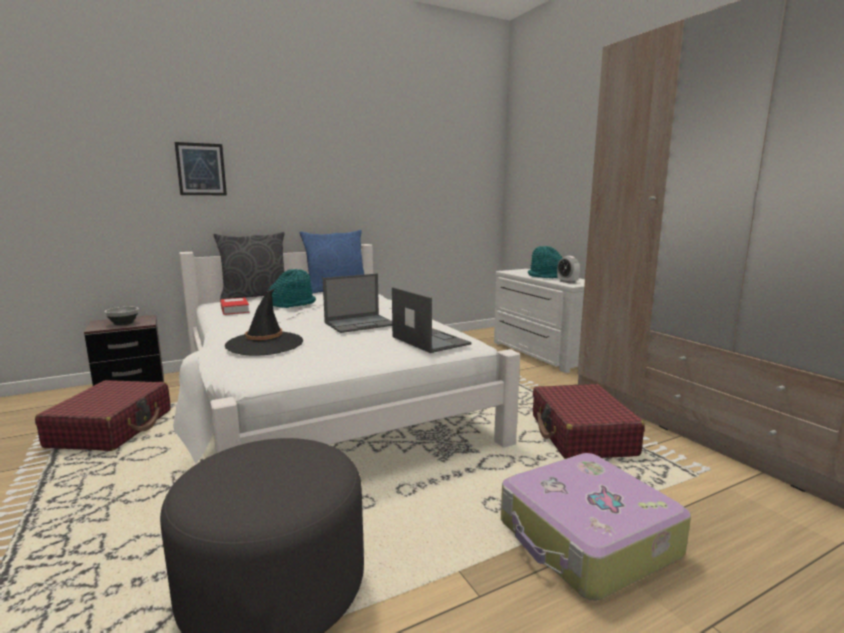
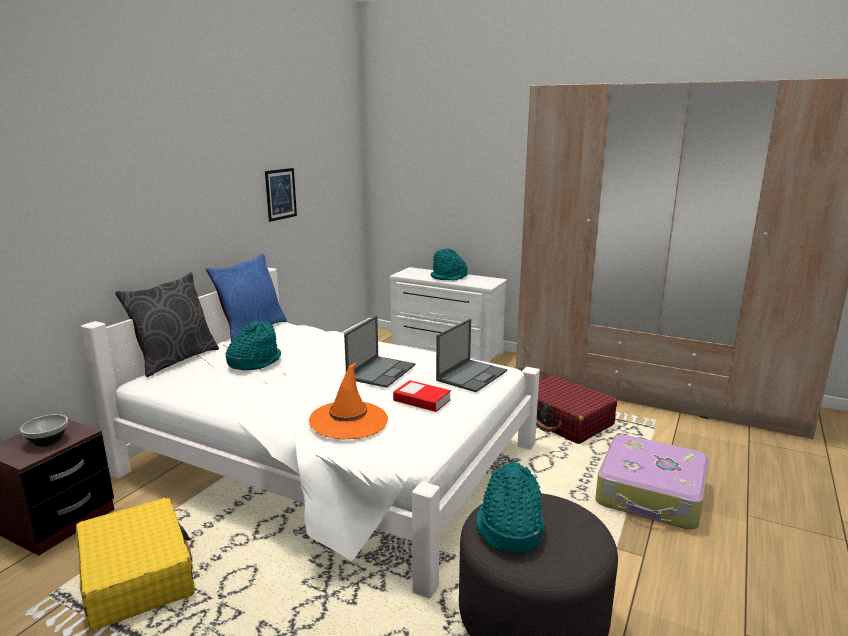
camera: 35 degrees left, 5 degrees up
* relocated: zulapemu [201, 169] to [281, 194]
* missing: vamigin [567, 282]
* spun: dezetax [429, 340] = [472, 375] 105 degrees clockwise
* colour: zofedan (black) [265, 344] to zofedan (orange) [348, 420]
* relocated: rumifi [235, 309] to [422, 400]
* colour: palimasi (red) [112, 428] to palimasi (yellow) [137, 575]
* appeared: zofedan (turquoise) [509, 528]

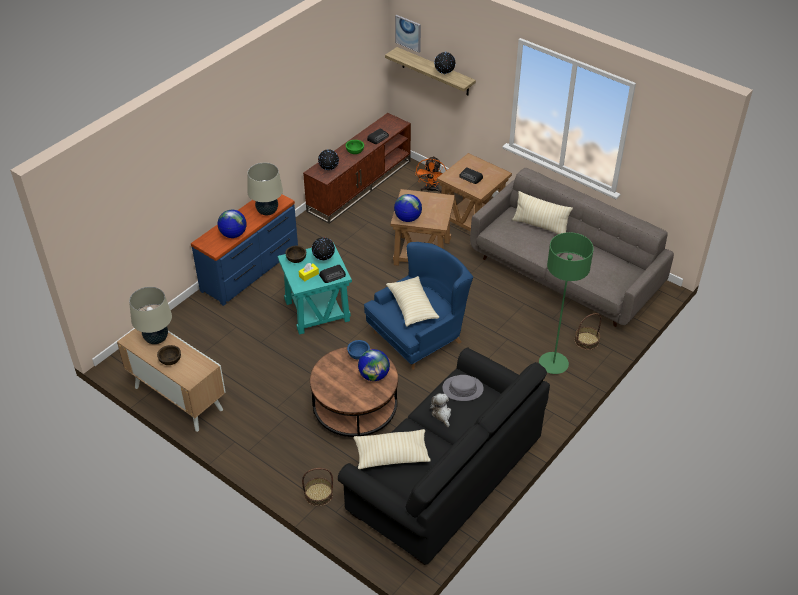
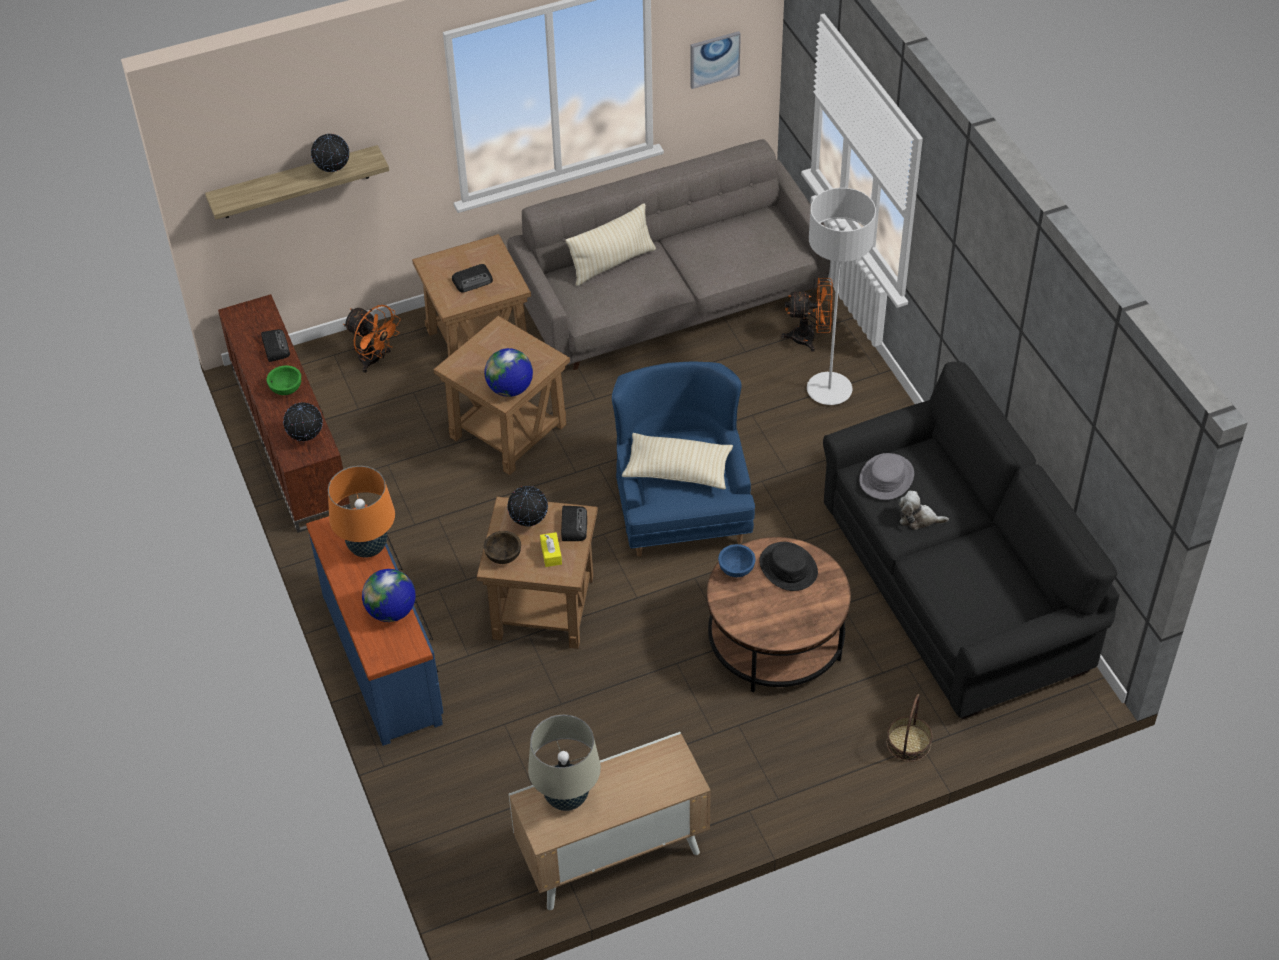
camera: 60 degrees left, 5 degrees up
* relocated: zulapemu [408, 33] to [714, 59]
* colour: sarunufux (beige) [267, 211] to sarunufux (orange) [368, 547]
* colour: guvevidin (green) [553, 364] to guvevidin (grey) [829, 390]
* colour: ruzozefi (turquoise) [317, 310] to ruzozefi (brown) [542, 606]
* exchanged: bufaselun [586, 341] to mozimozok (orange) [810, 338]
* missing: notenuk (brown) [170, 360]
* exchanged: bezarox [374, 375] to zofedan (black) [788, 567]
* missing: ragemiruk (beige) [391, 455]

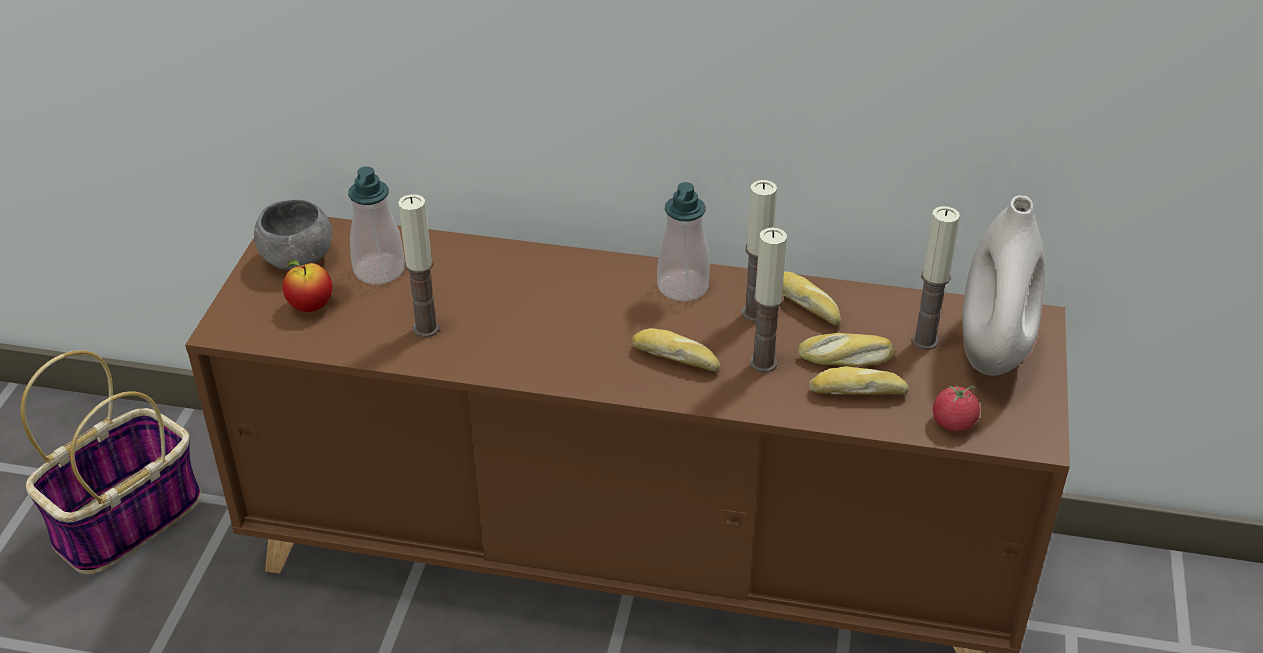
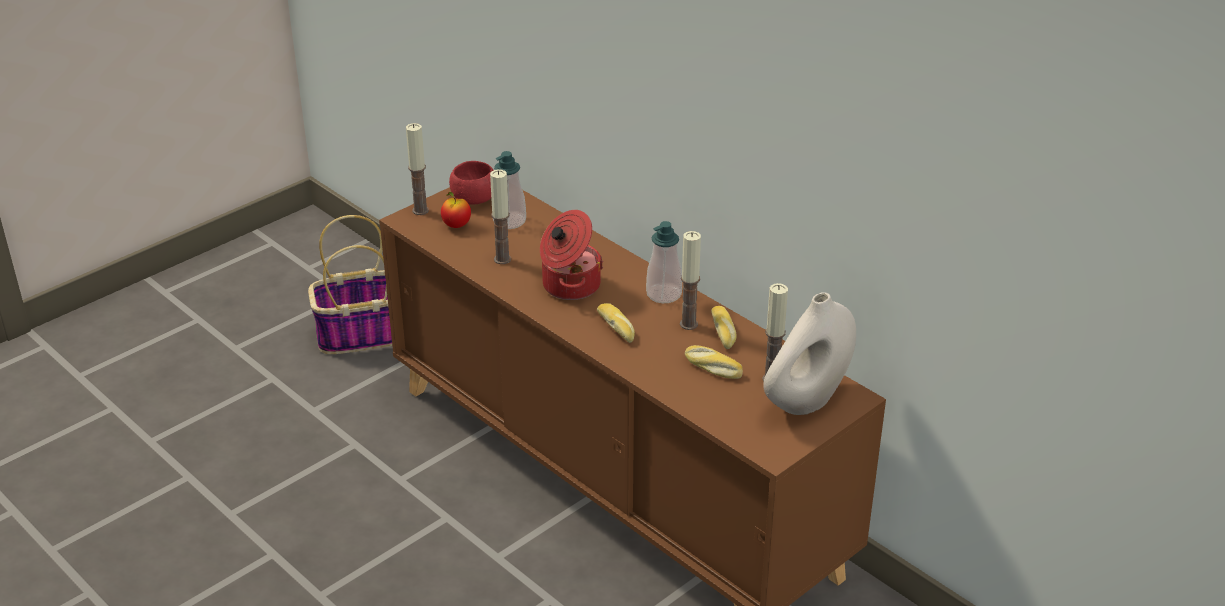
camera: 35 degrees right, 5 degrees down
* colour: notenuk (grey) [297, 258] to notenuk (red) [474, 199]
* relocated: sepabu [763, 363] to [420, 210]
* missing: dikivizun [857, 391]
* missing: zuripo [953, 423]
* appeared: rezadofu [569, 285]

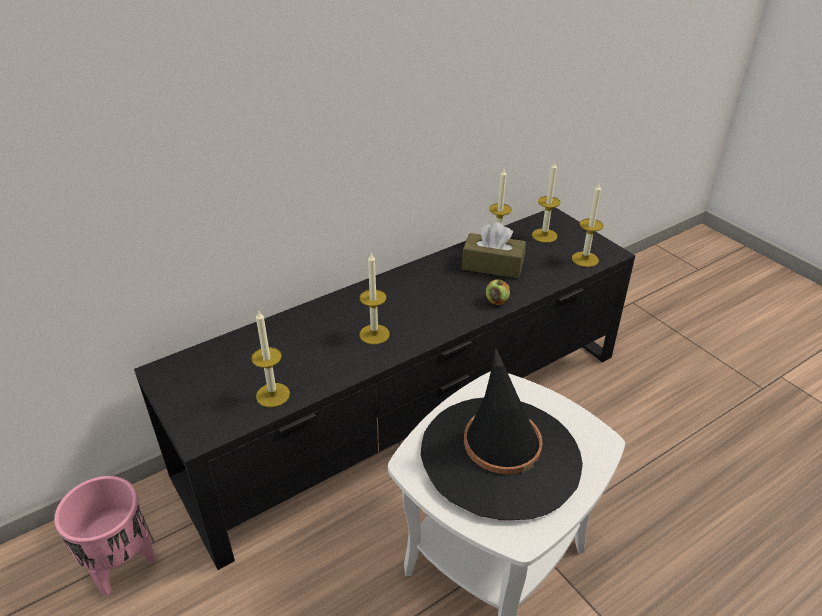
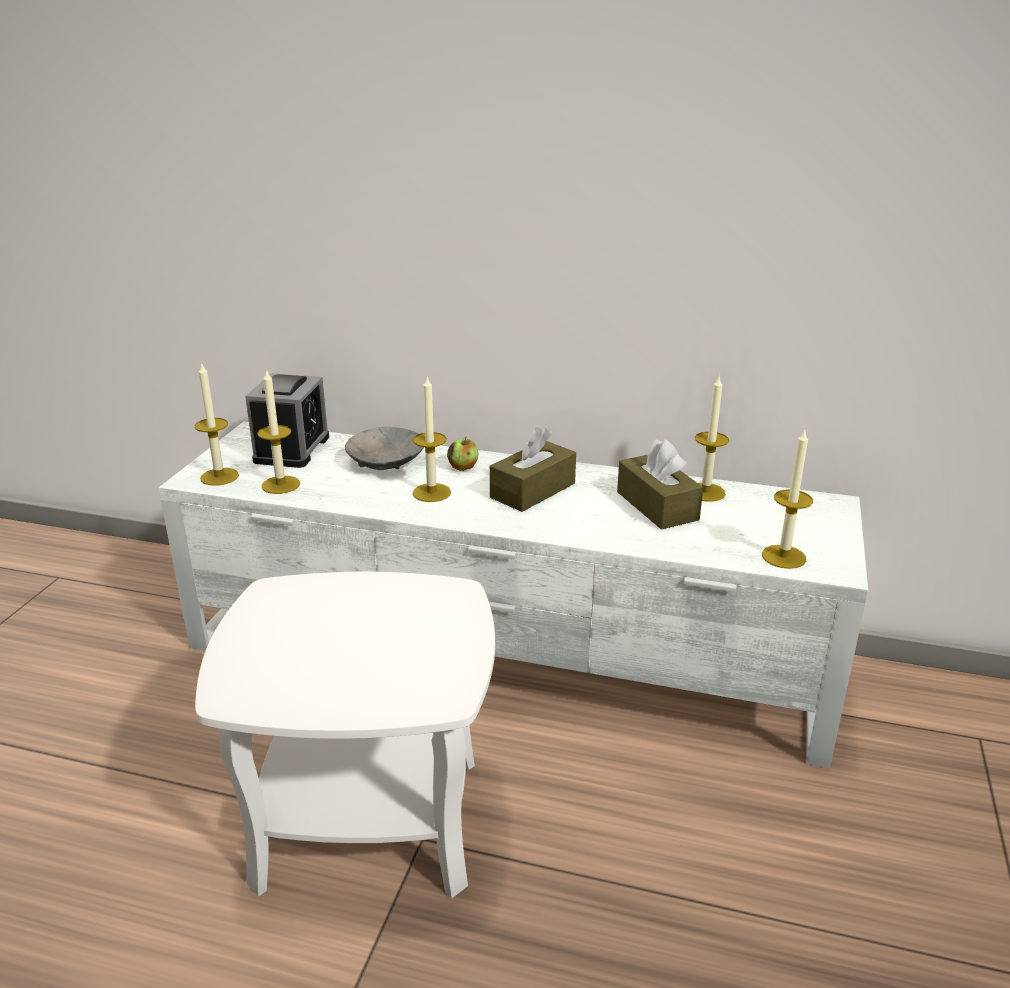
camera: 50 degrees right, 10 degrees down
* relocated: sepabu [544, 235] to [219, 476]
* colour: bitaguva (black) [412, 411] to bitaguva (white) [508, 654]
* relocated: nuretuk [496, 301] to [463, 467]
* missing: zofedan (black) [500, 456]
* missing: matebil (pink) [122, 565]
* appeared: vamigin [292, 449]
* appeared: notenuk (grey) [385, 461]
* appeared: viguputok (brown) [533, 490]

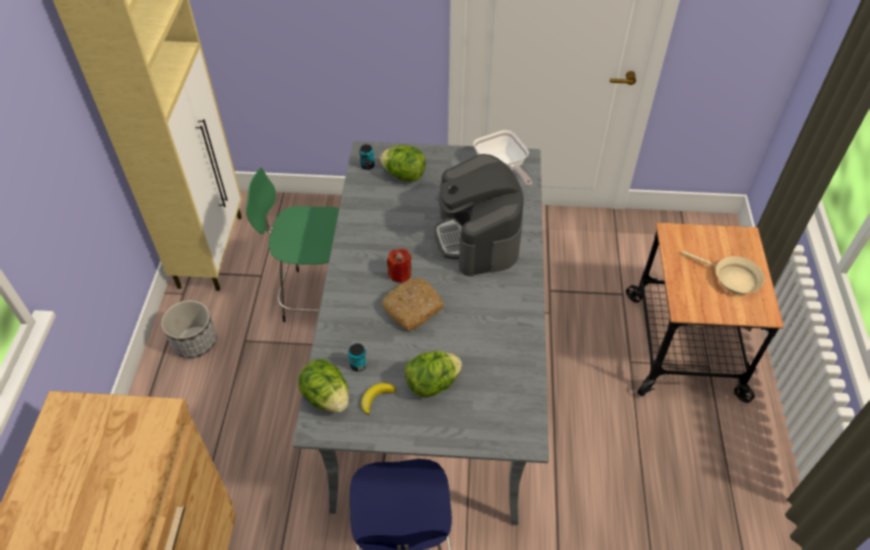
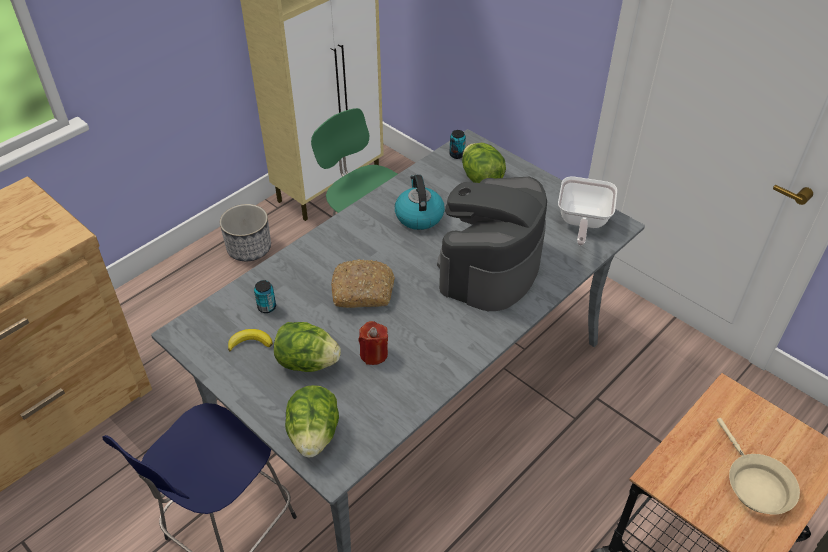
camera: 40 degrees right, 5 degrees down
* relocated: sepabu (red) [400, 274] to [374, 354]
* relocated: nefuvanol [326, 397] to [314, 434]
* appeared: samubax [419, 216]

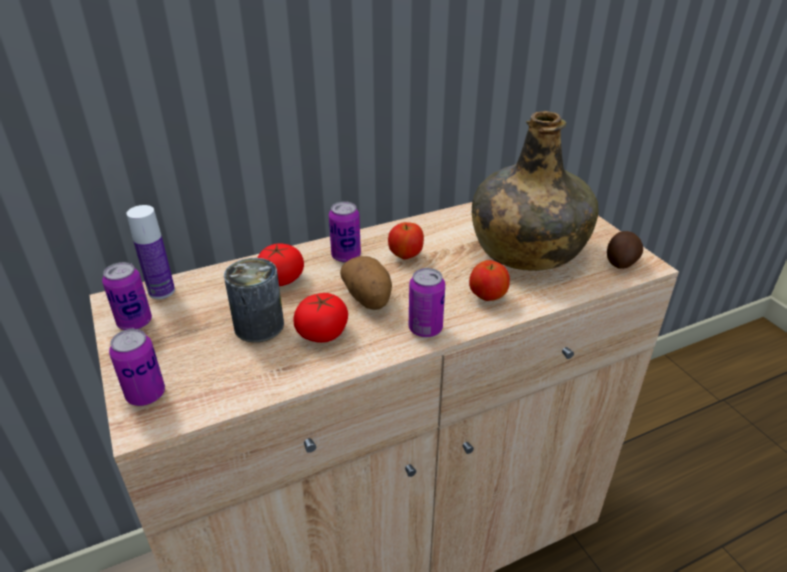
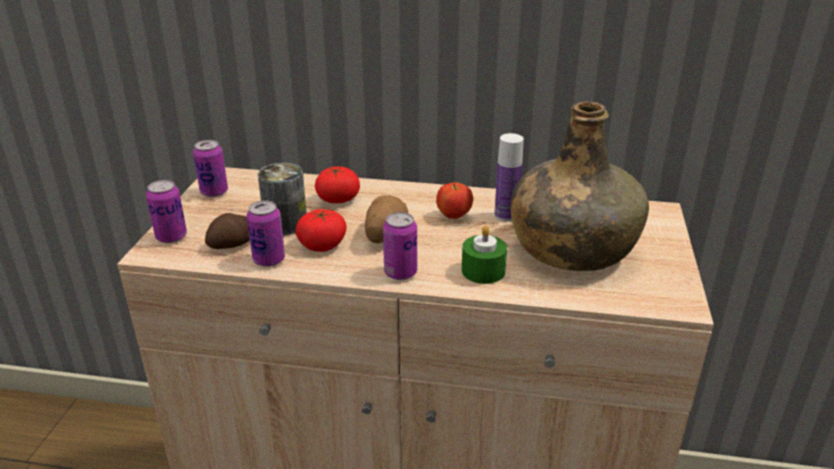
camera: 35 degrees right, 5 degrees down
* relocated: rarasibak [346, 256] to [269, 260]
* relocated: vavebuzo [161, 291] to [506, 215]
* relocated: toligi [621, 260] to [233, 244]
* exchanged: nuretuk [487, 297] to sepabu (green) [483, 271]

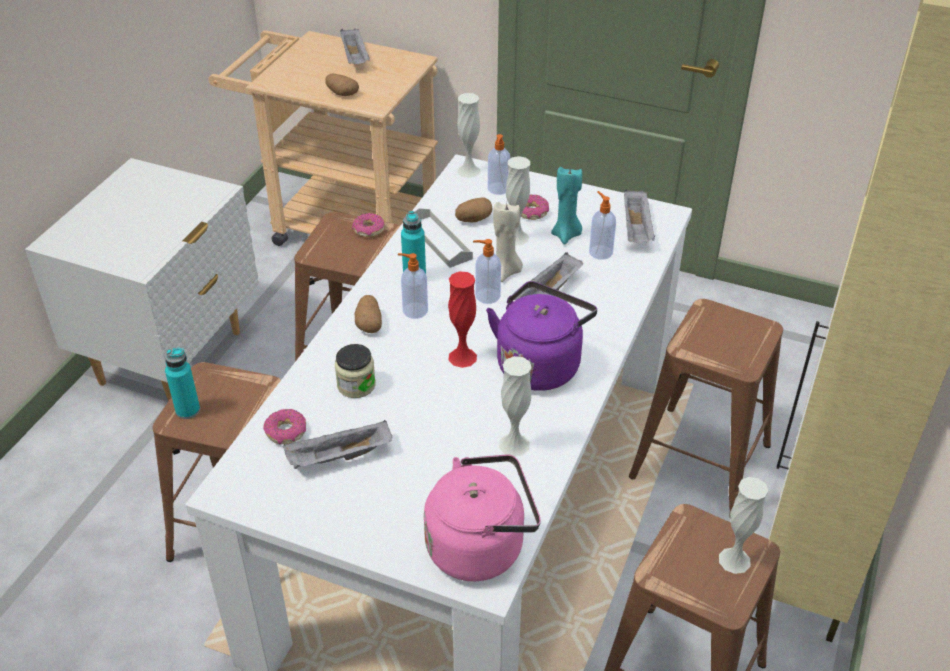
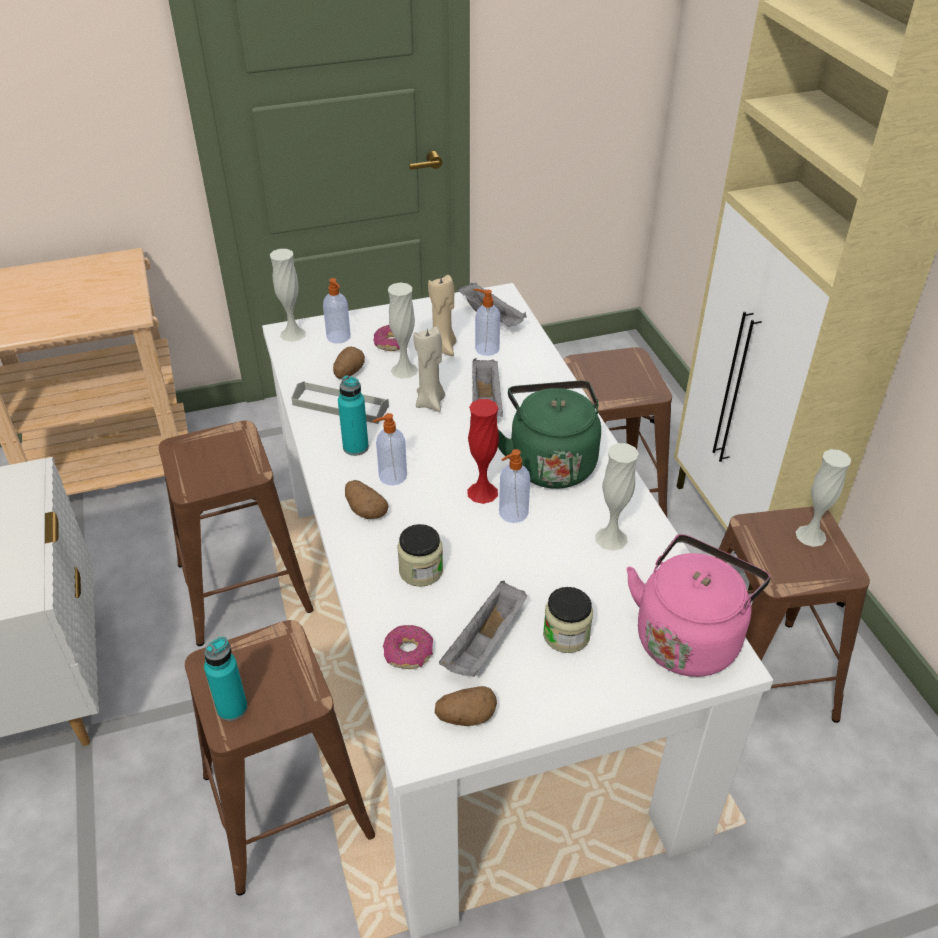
camera: 40 degrees left, 0 degrees up
* missing: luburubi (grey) [355, 58]
* relocated: toligi [341, 93] to [466, 716]
* colour: sepabu (turquoise) [566, 235] to sepabu (beige) [443, 348]
* missing: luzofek [368, 230]
* relocated: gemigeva [486, 296] to [512, 513]
* colour: samubax (purple) [540, 364] to samubax (green) [550, 462]
* appeared: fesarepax [566, 635]

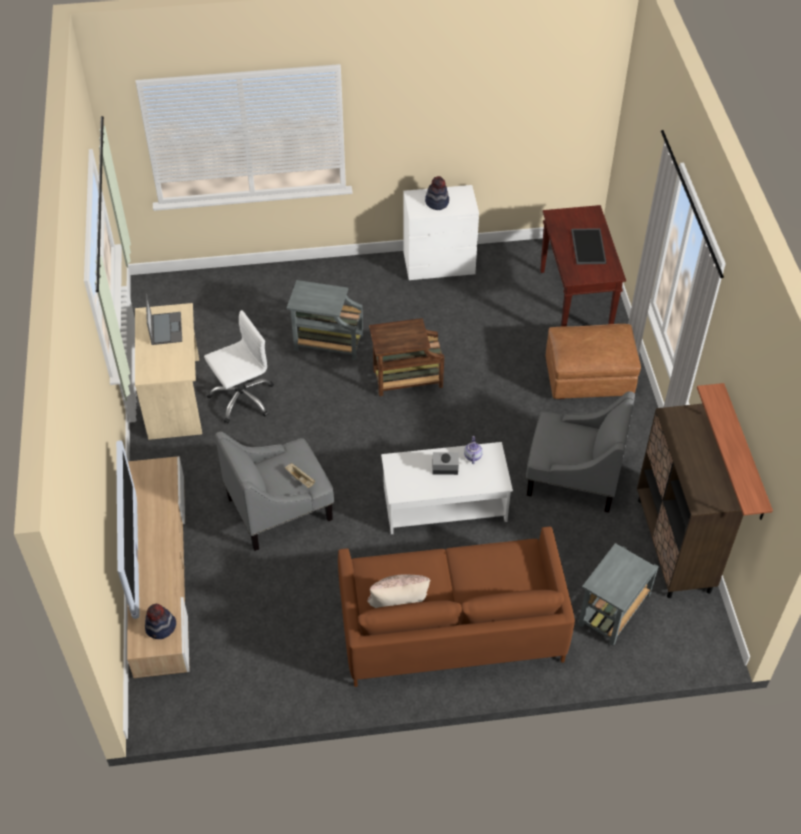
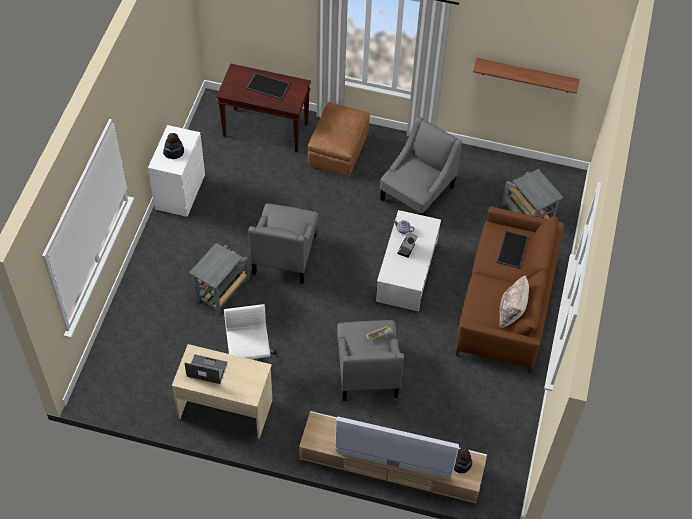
camera: 70 degrees left, 5 degrees up
* exchanged: ruzozefi (brown) [405, 379] to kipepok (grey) [284, 254]
* missing: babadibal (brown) [673, 545]
* appeared: luburubi [513, 250]

